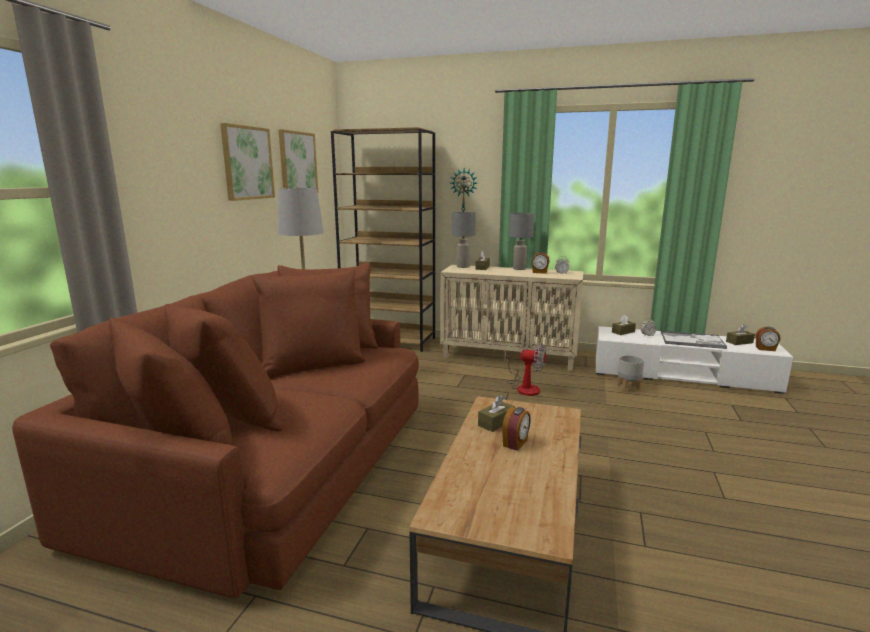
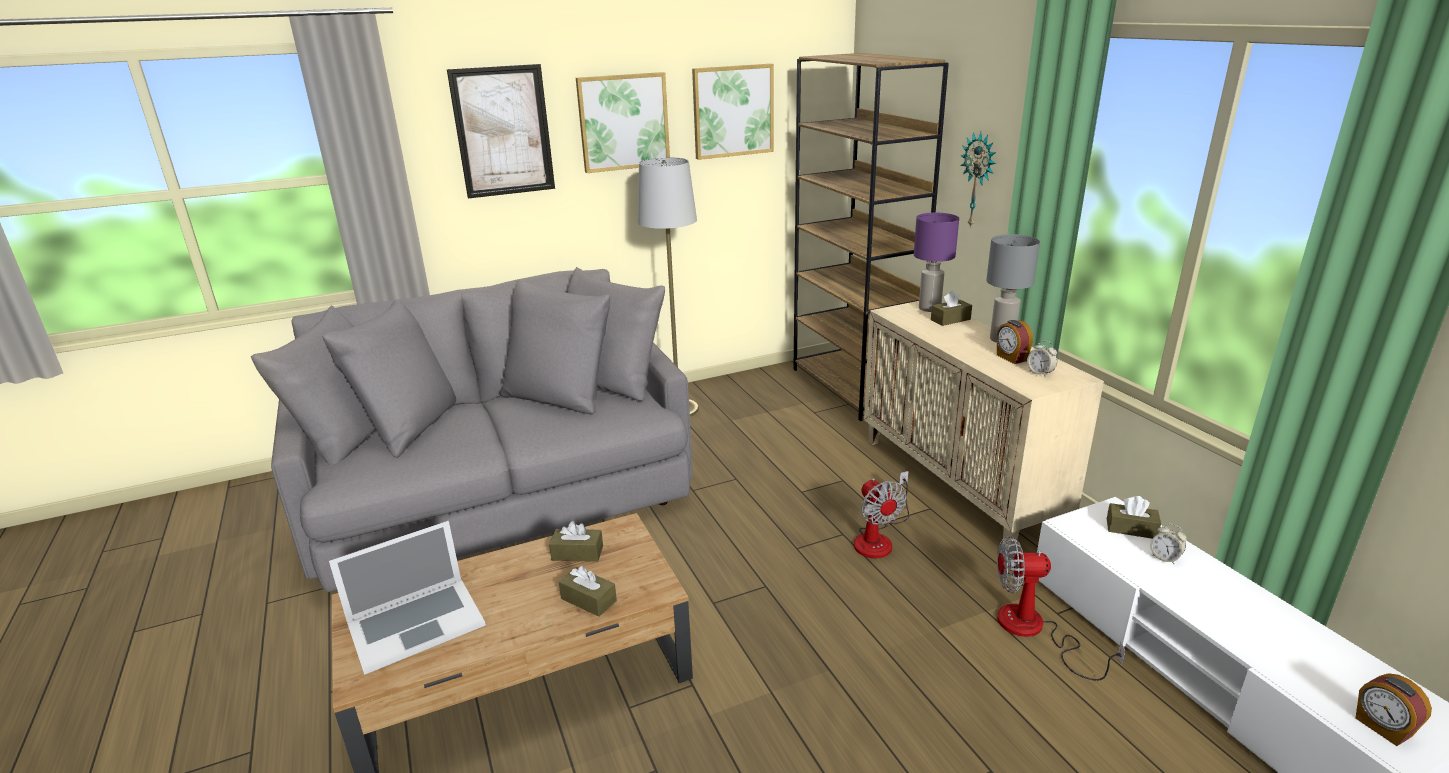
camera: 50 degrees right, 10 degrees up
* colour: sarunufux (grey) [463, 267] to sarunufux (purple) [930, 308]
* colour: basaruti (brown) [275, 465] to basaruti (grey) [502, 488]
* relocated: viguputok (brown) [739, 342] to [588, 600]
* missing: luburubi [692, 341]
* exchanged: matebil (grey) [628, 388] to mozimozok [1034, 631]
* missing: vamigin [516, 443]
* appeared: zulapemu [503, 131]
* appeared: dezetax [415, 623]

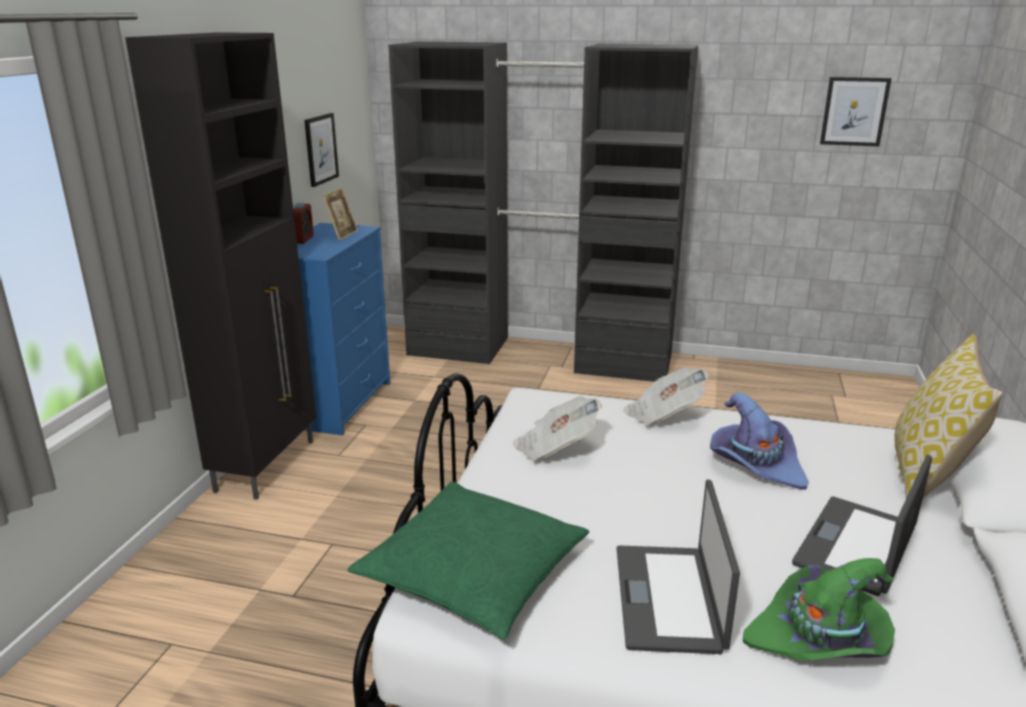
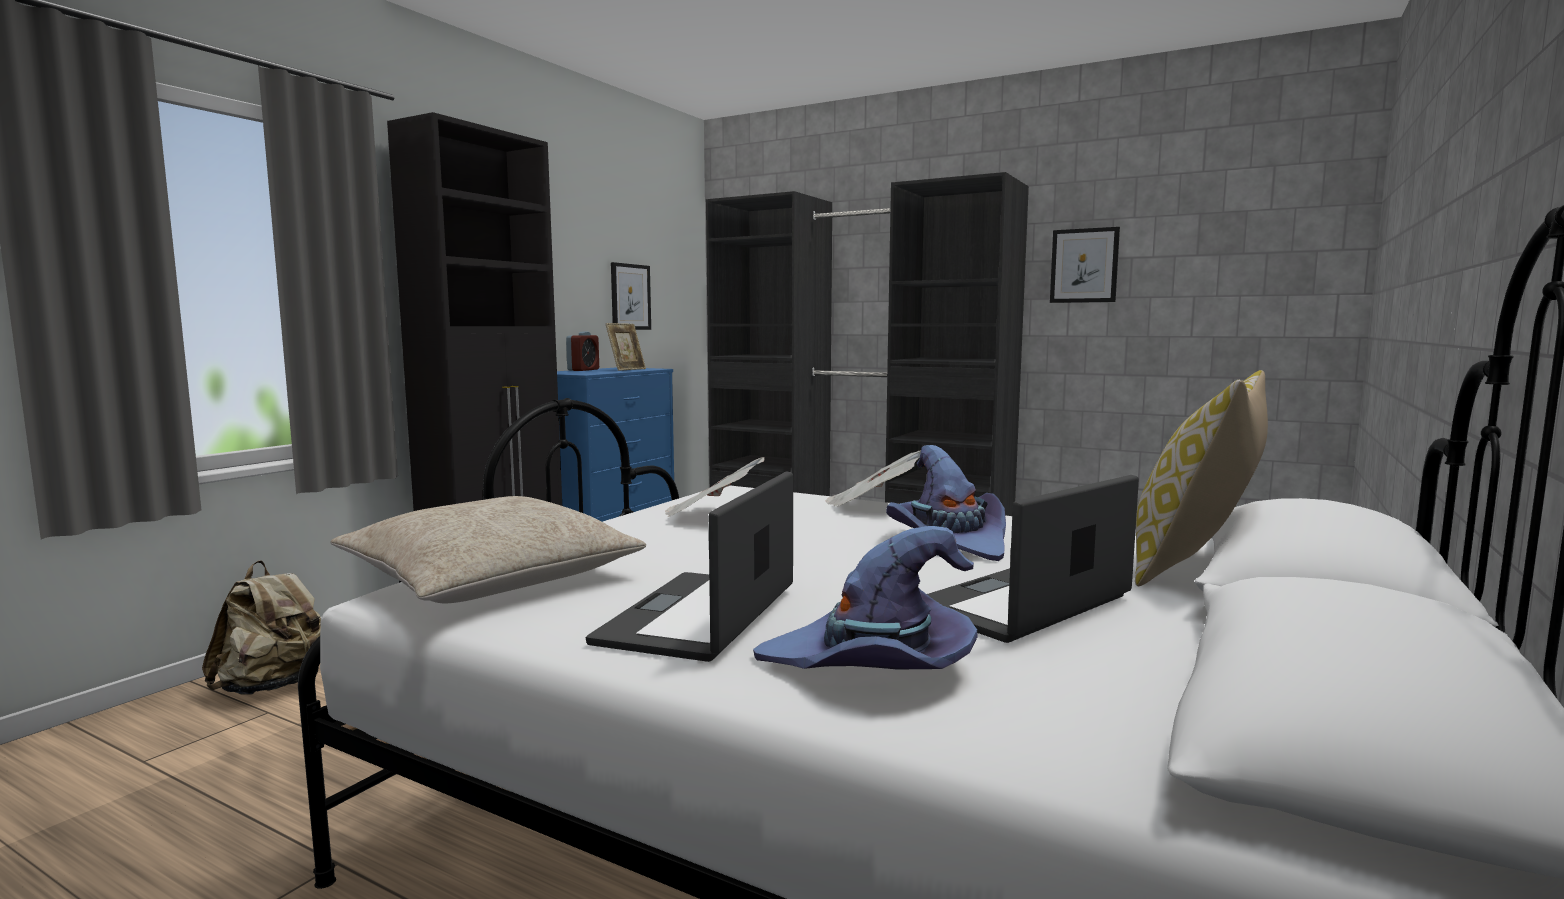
camera: 15 degrees right, 15 degrees down
* relocated: zulapemu [854, 111] to [1084, 265]
* colour: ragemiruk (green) [474, 572] to ragemiruk (beige) [492, 578]
* colour: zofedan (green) [820, 639] to zofedan (purple) [872, 666]
* appeared: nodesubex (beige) [275, 687]

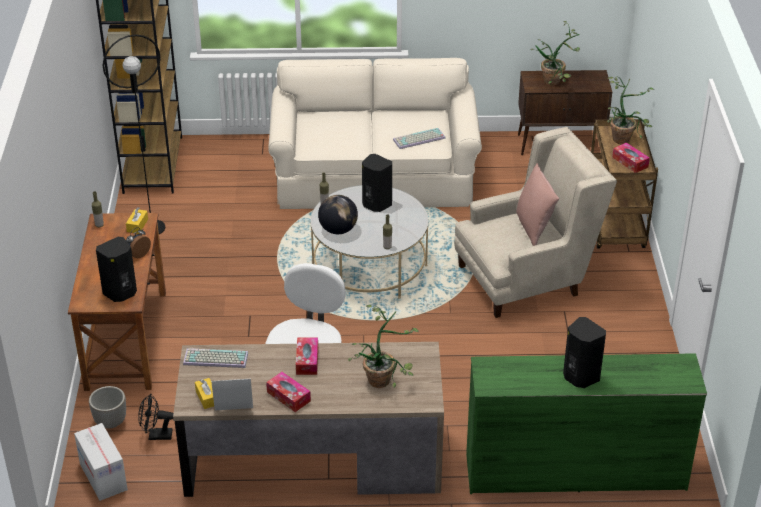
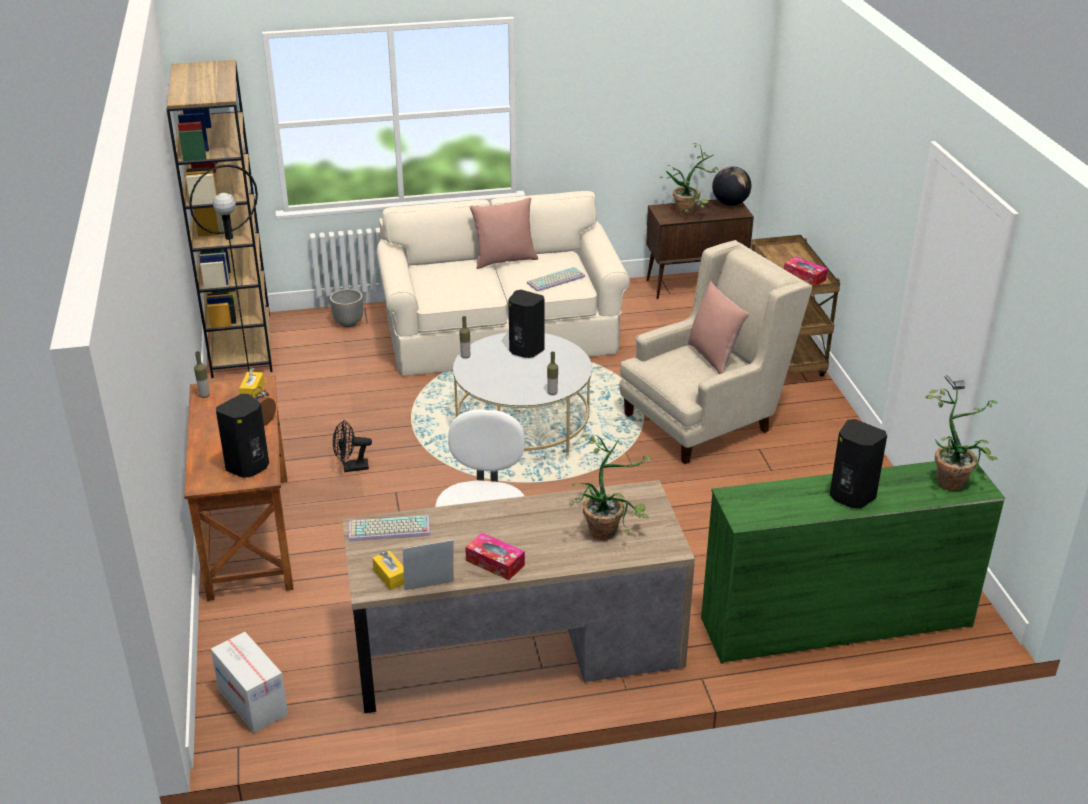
camera: 10 degrees left, 5 degrees down
* relocated: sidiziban [624, 137] to [953, 478]
* relocated: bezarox [338, 230] to [730, 203]
* missing: viguputok [307, 361]
* relocated: matebil [111, 422] to [349, 323]
* relocated: mozimozok (black) [156, 435] to [351, 468]
* appeared: ragemiruk (pink) [504, 260]

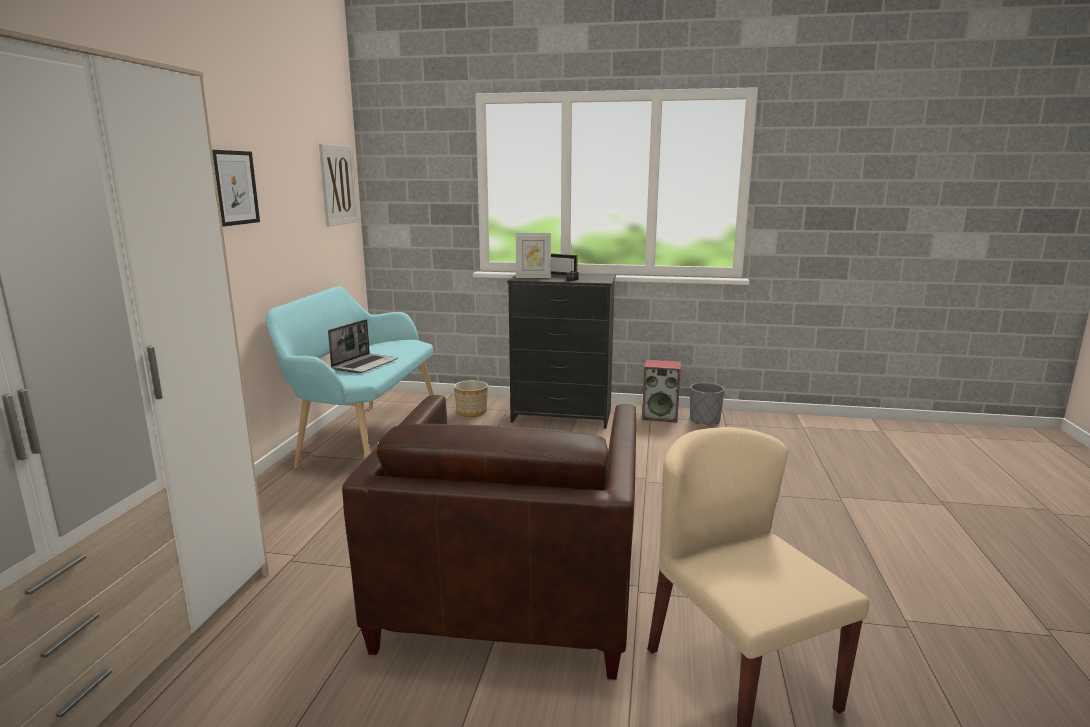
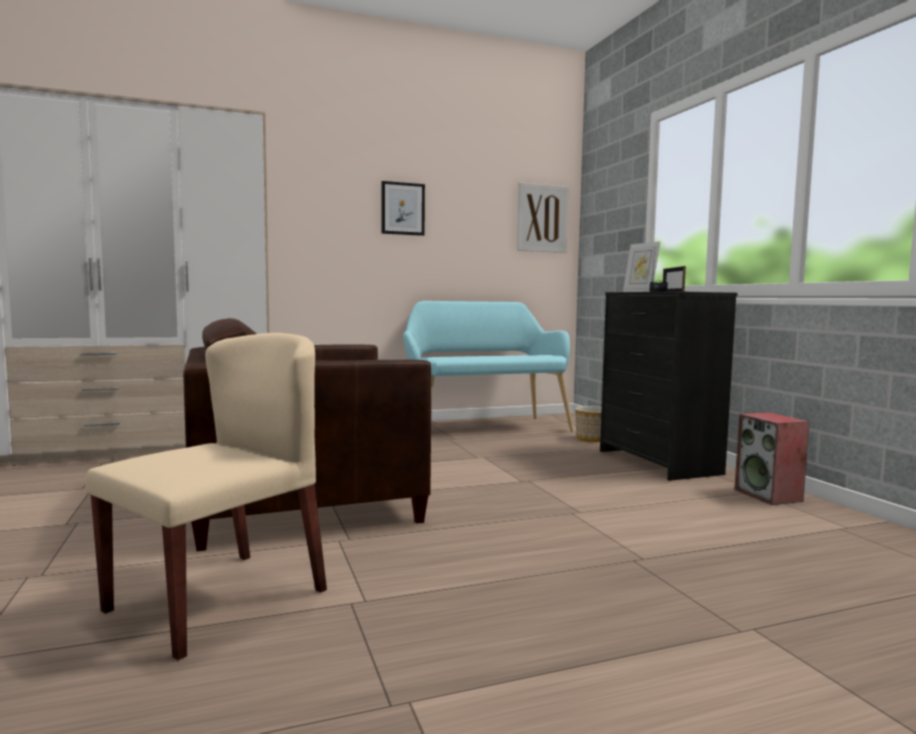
camera: 60 degrees right, 10 degrees down
* missing: dezetax [365, 364]
* missing: matebil (grey) [704, 420]

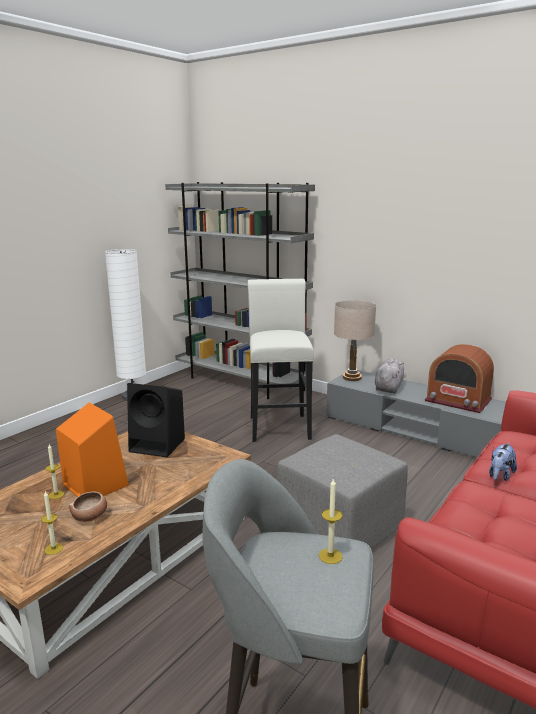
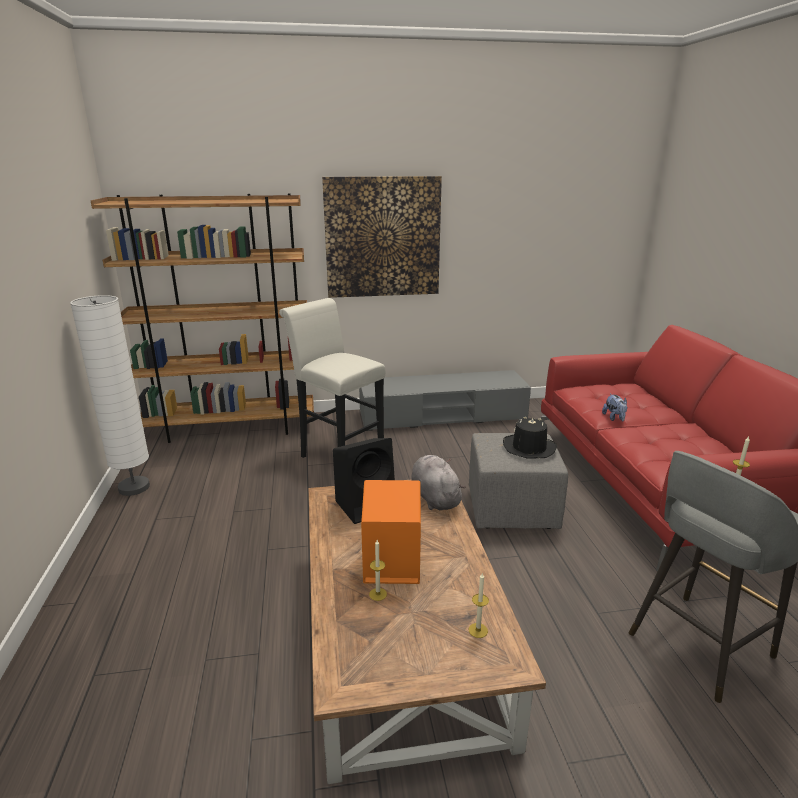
camera: 45 degrees left, 5 degrees up
* colour: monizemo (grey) [241, 382] to monizemo (brown) [232, 428]
* missing: sarunufux (beige) [352, 378]
* missing: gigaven [458, 400]
* relocated: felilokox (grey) [388, 387] to [434, 497]
* missing: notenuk [90, 517]
* appeared: zulapemu [383, 237]
* appeared: zofedan (black) [529, 448]

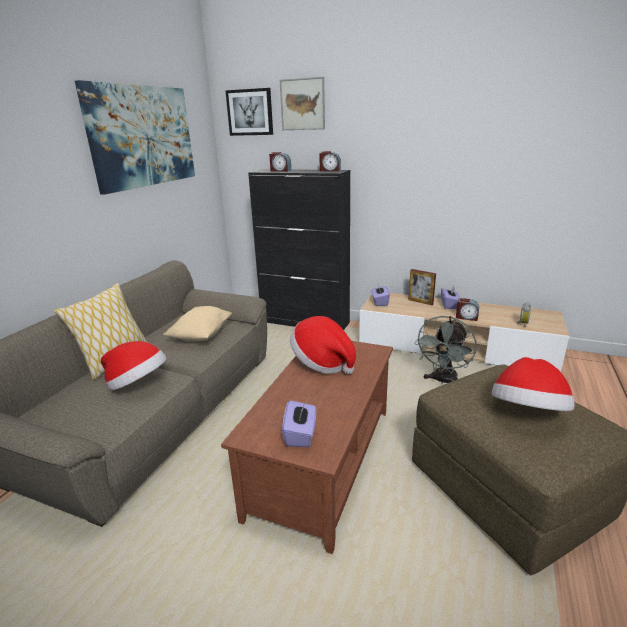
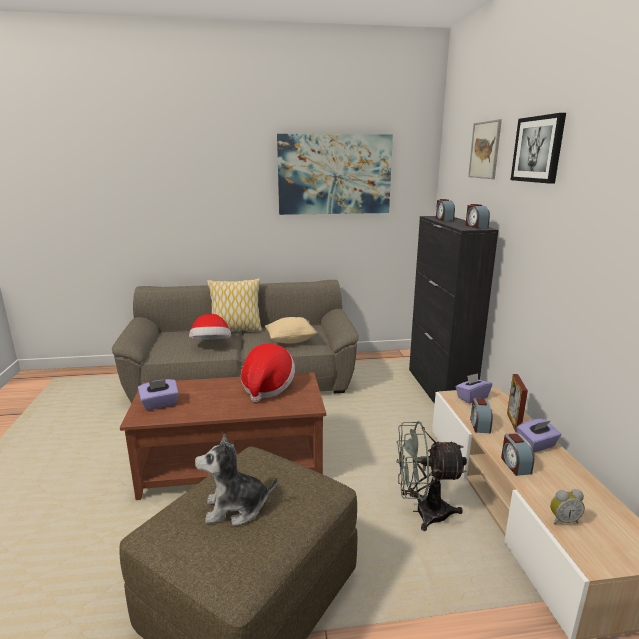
camera: 60 degrees right, 5 degrees down
* relocated: zulapemu [250, 112] to [538, 149]
* exchanged: zofedan [527, 413] to felilokox [236, 508]
* appeared: vamigin [479, 425]

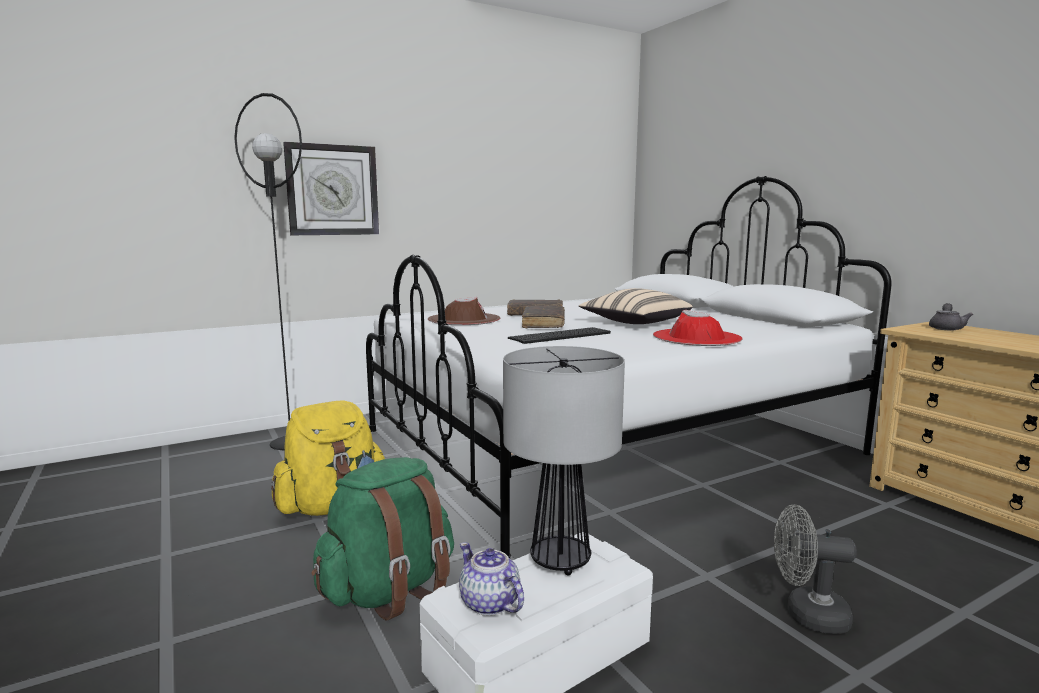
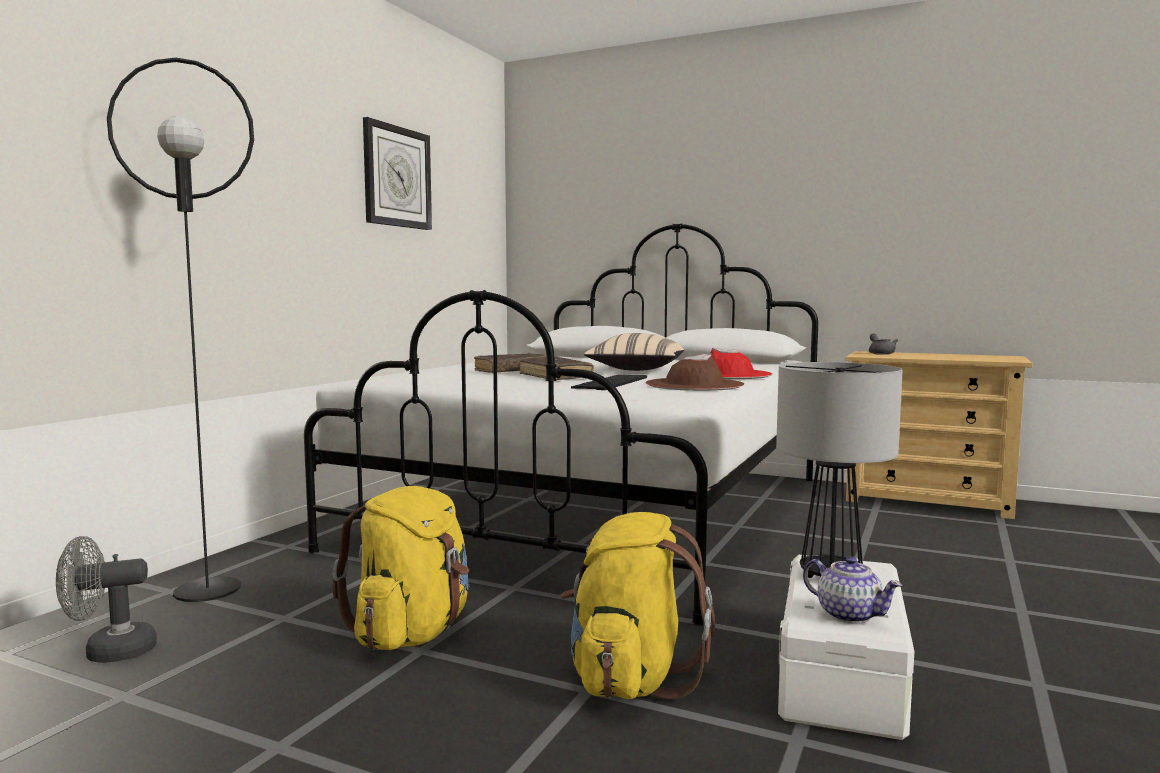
camera: 35 degrees left, 5 degrees down
* relocated: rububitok [332, 190] to [397, 177]
* relocated: zofedan (brown) [464, 319] to [694, 385]
* colour: nodesubex (green) [390, 590] to nodesubex (yellow) [630, 679]
* relocated: mozimozok (grey) [807, 615] to [108, 652]
* spun: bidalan [489, 604] = [848, 614] 150 degrees counterclockwise

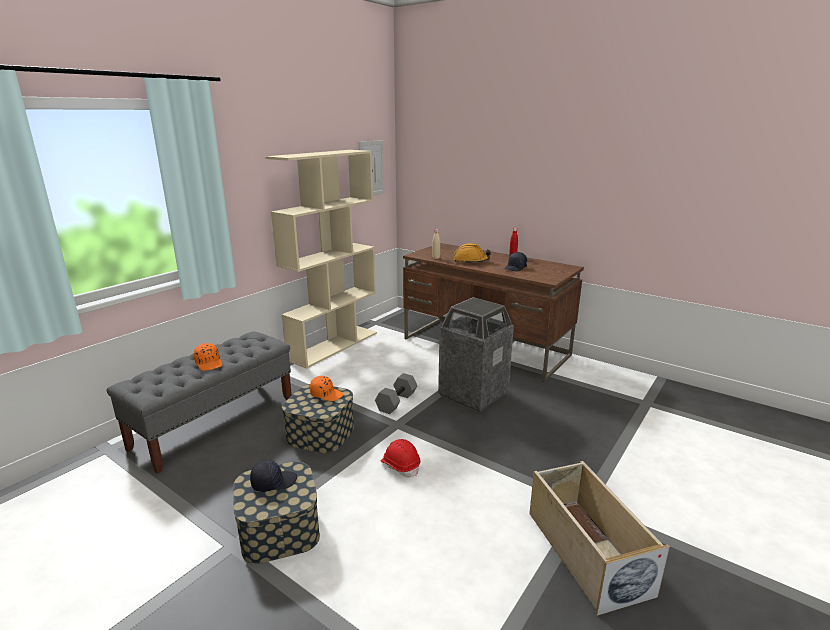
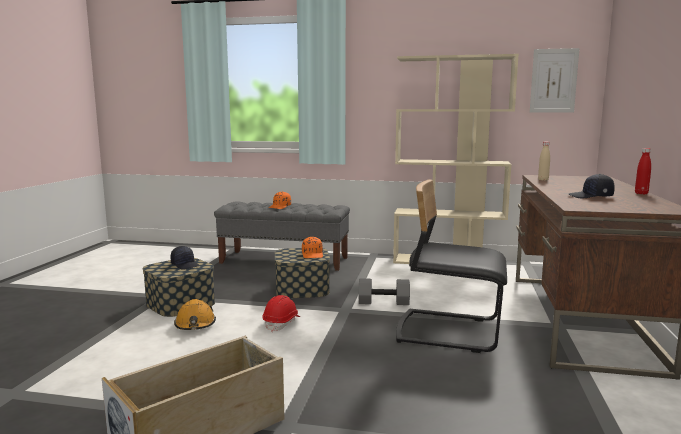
camera: 65 degrees right, 10 degrees down
* relocated: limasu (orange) [471, 261] to [195, 324]
* exchanged: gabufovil [473, 394] to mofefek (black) [448, 331]

